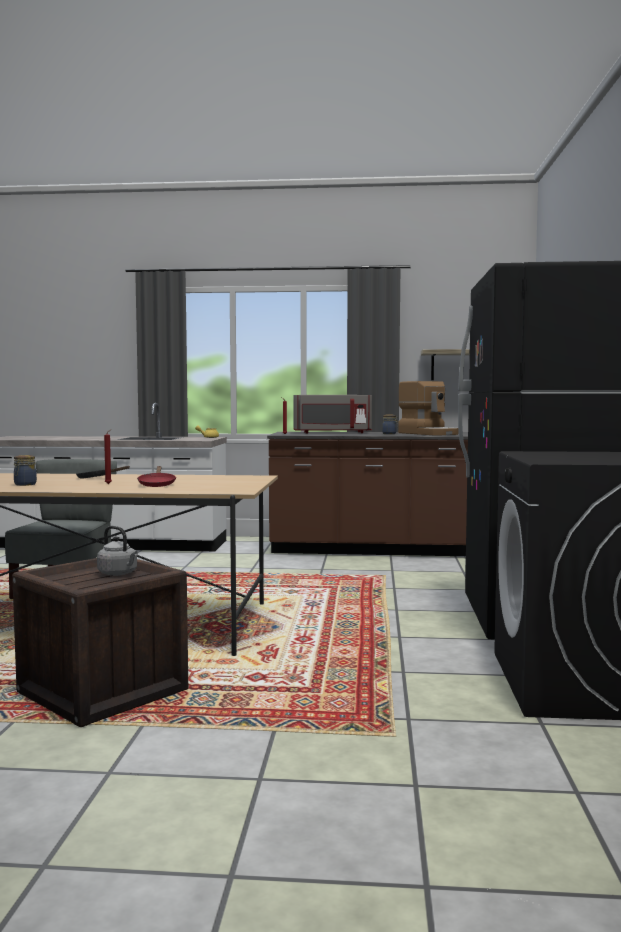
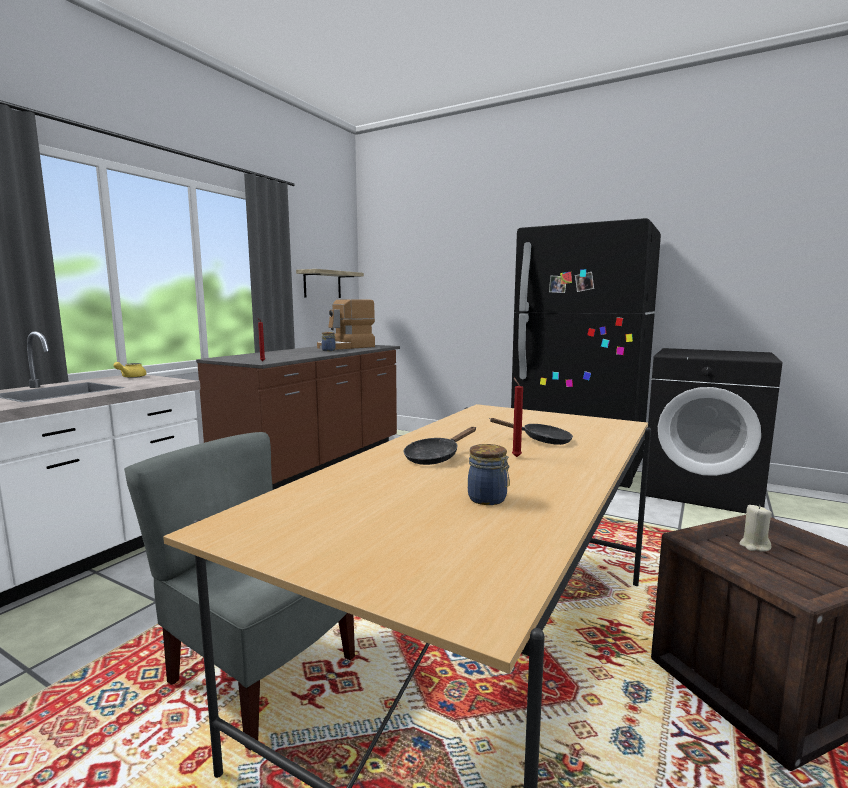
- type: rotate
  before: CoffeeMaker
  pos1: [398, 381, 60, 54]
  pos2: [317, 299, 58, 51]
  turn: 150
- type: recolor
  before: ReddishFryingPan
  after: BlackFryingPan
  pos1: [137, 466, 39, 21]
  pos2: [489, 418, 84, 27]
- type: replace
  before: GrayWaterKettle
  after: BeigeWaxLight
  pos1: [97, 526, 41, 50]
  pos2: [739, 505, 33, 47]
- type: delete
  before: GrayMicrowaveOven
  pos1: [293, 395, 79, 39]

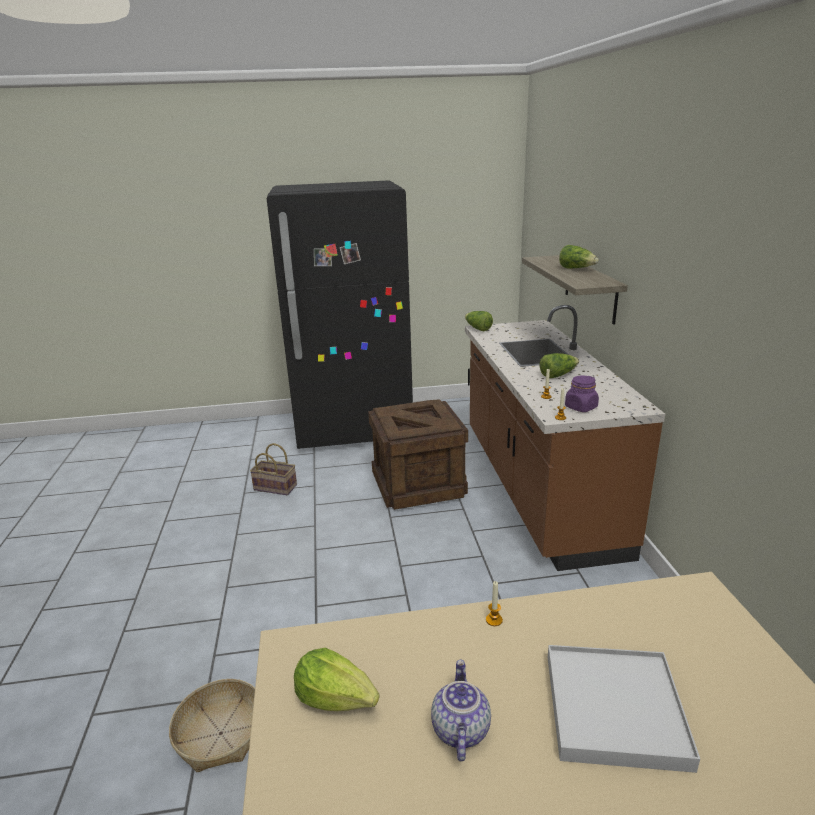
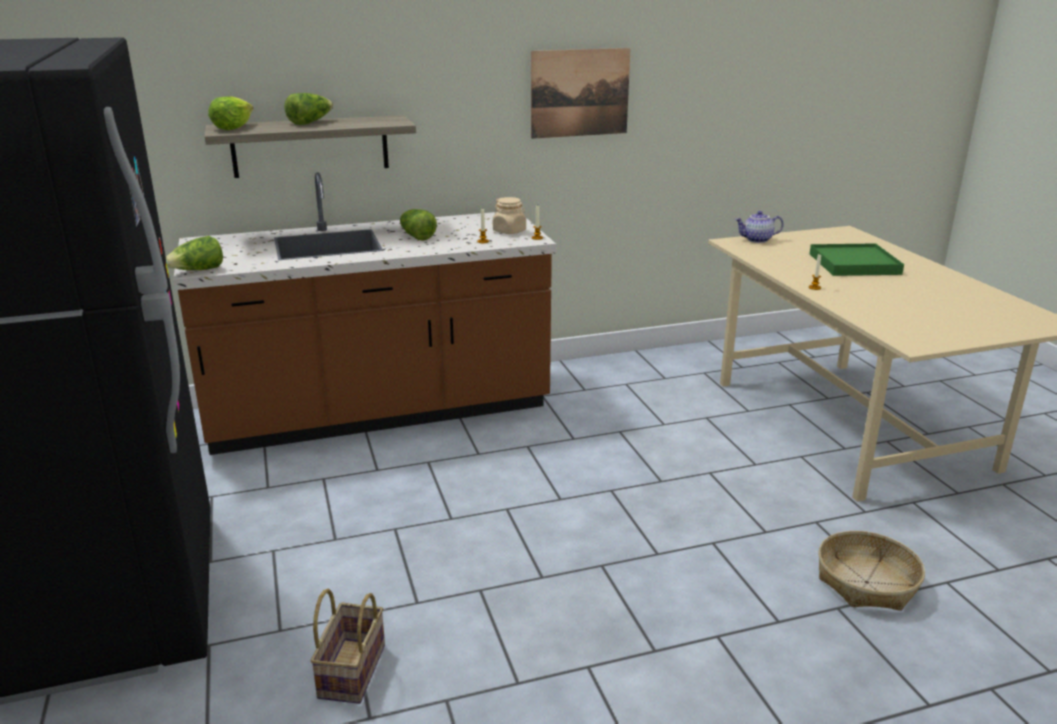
- type: move
  before: LettuceHead
  pos1: [294, 648, 86, 63]
  pos2: [208, 96, 45, 34]
- type: recolor
  before: PurpleStorageJar
  after: BeigeStorageJar
  pos1: [565, 375, 34, 37]
  pos2: [493, 197, 33, 37]
- type: insert
  after: WallPicture
  pos2: [531, 48, 100, 91]
- type: move
  before: TeaPot
  pos1: [431, 660, 60, 101]
  pos2: [735, 211, 49, 32]
- type: recolor
  before: WhiteCarryingTray
  after: GreenishCarryingTray
  pos1: [548, 645, 152, 128]
  pos2: [810, 243, 94, 33]
- type: delete
  before: Crate
  pos1: [368, 399, 100, 111]

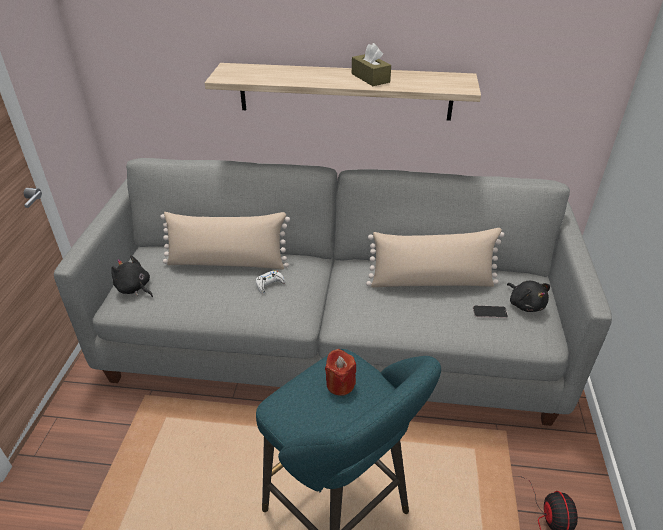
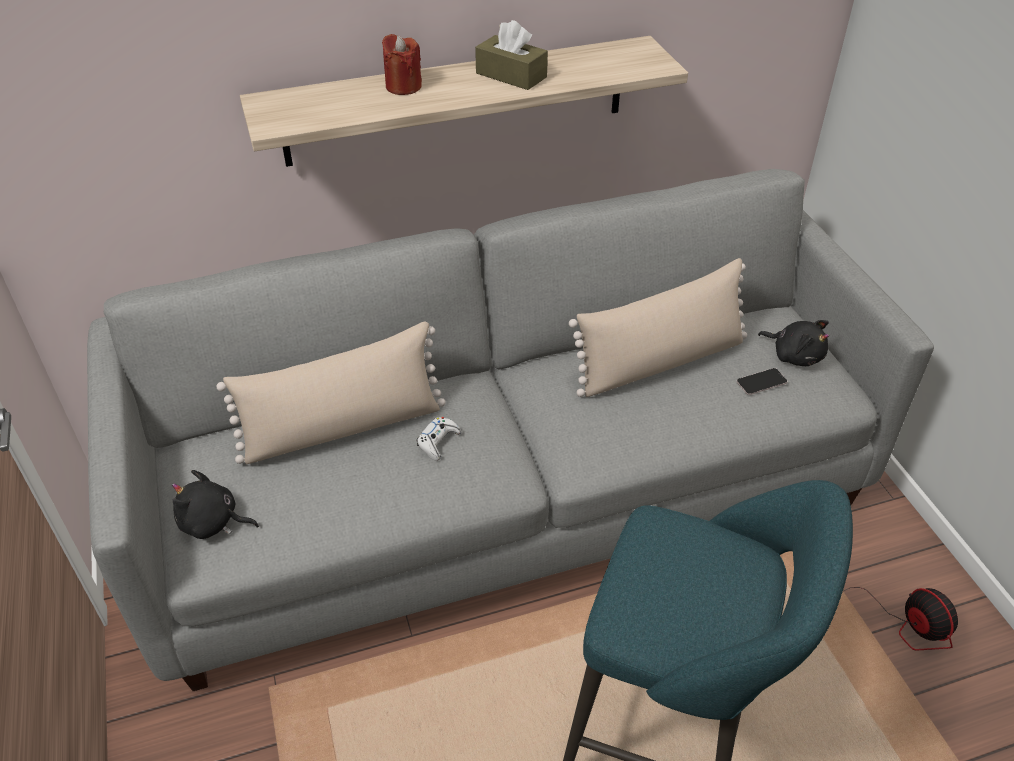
- type: move
  before: ReddishWaxLight
  pos1: [325, 349, 31, 47]
  pos2: [382, 34, 40, 61]

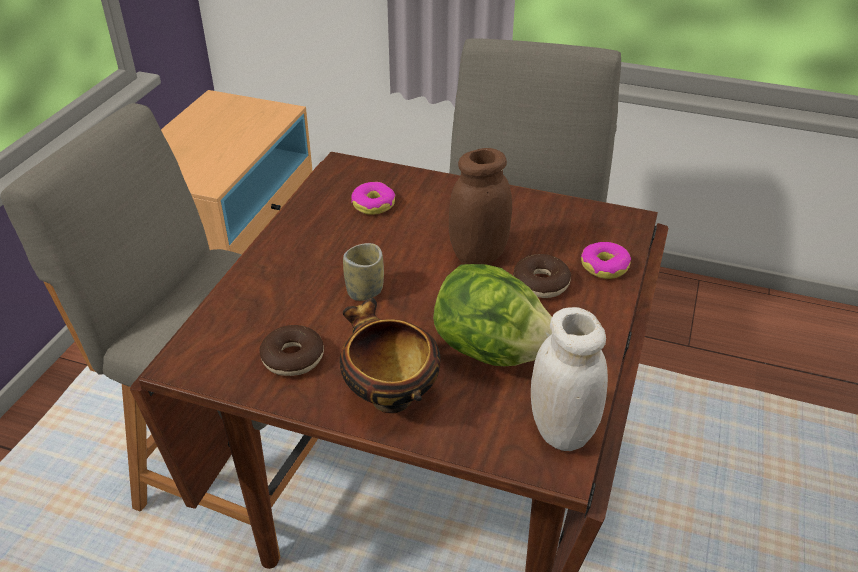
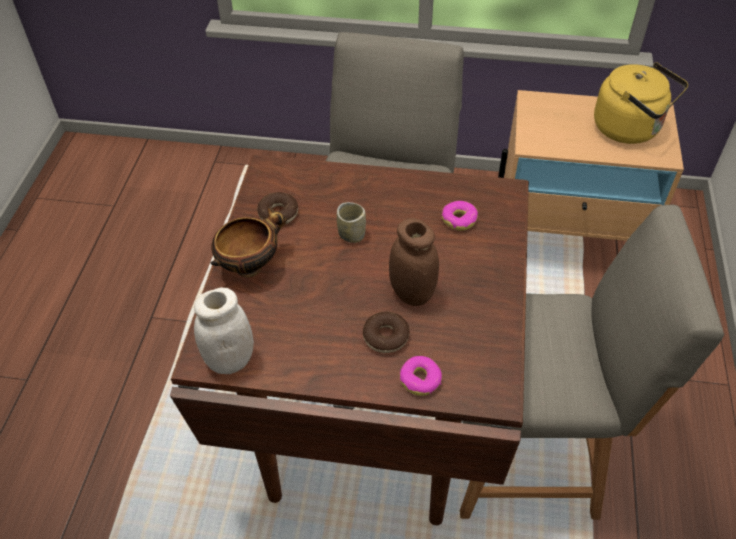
- type: insert
  after: YellowColouredWaterKettle
  pos2: [594, 62, 94, 82]
- type: delete
  before: LettuceHead
  pos1: [433, 264, 119, 102]

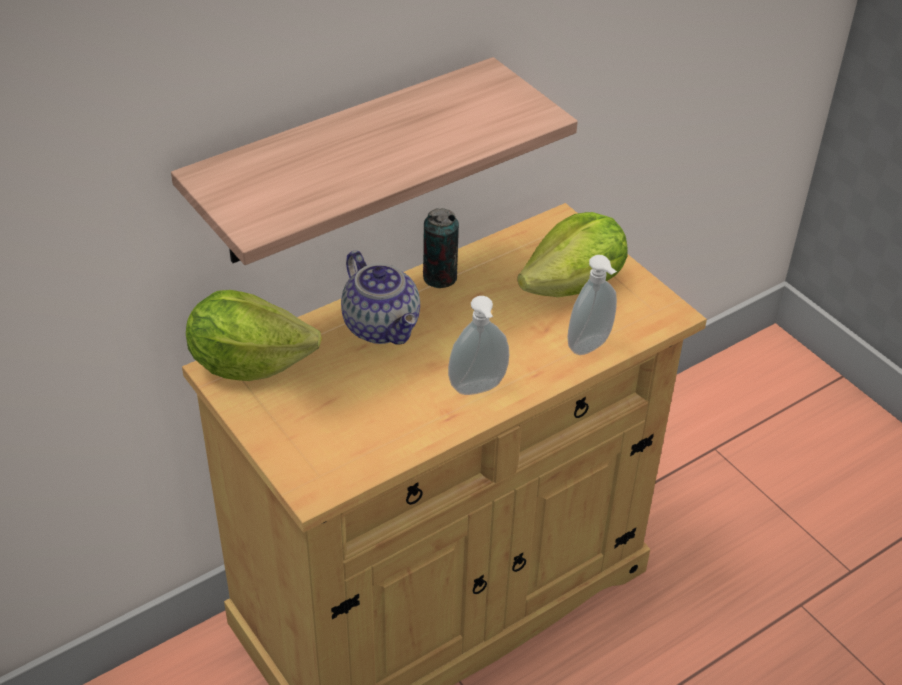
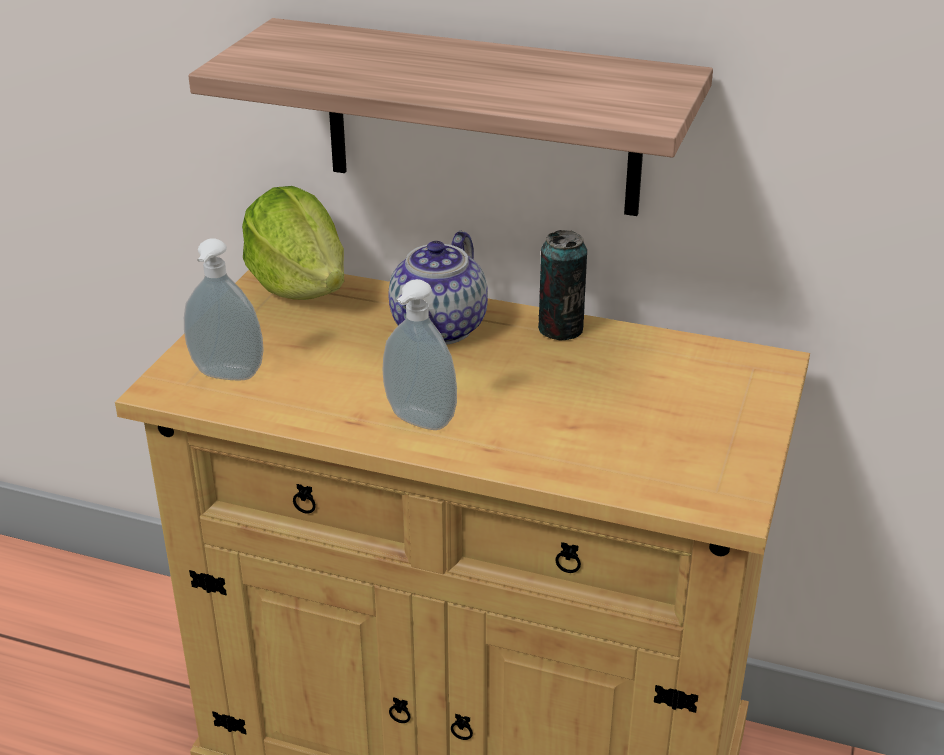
- type: move
  before: SoapDispenser
  pos1: [567, 255, 50, 100]
  pos2: [184, 238, 80, 142]
- type: delete
  before: LettuceHead
  pos1: [517, 212, 110, 85]

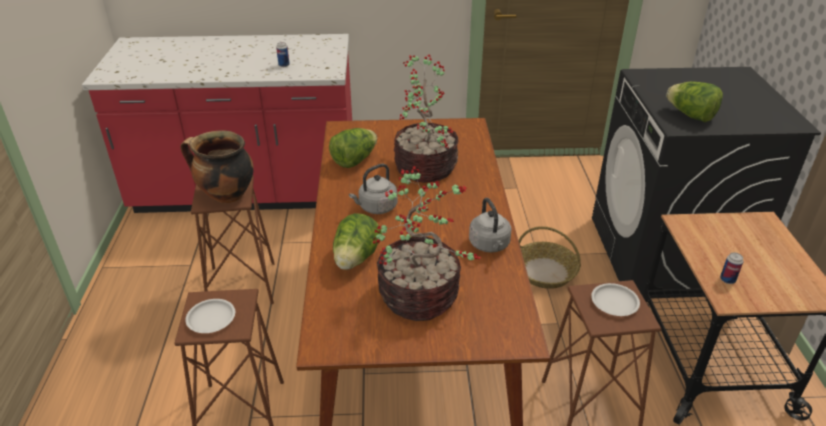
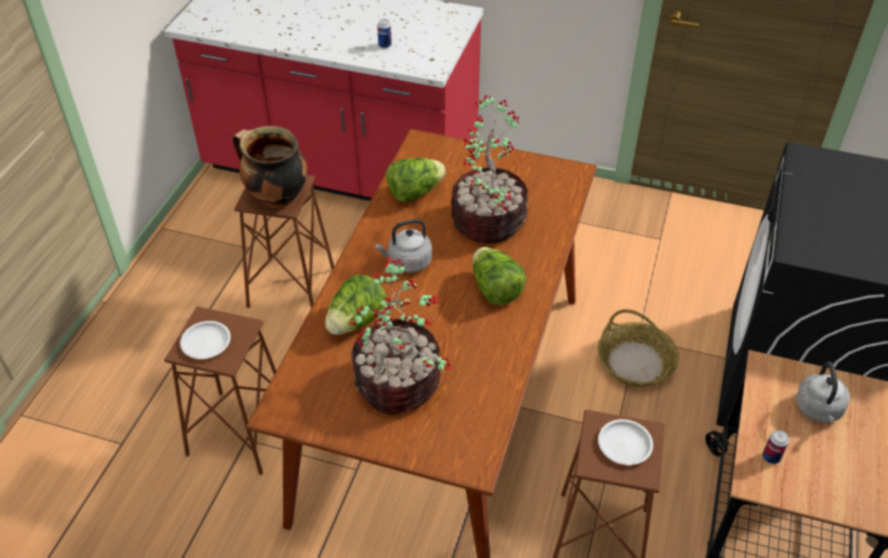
- type: move
  before: LettuceHead
  pos1: [666, 82, 57, 40]
  pos2: [472, 247, 54, 58]
- type: move
  before: GrayWaterKettle
  pos1: [469, 198, 43, 55]
  pos2: [796, 361, 54, 62]

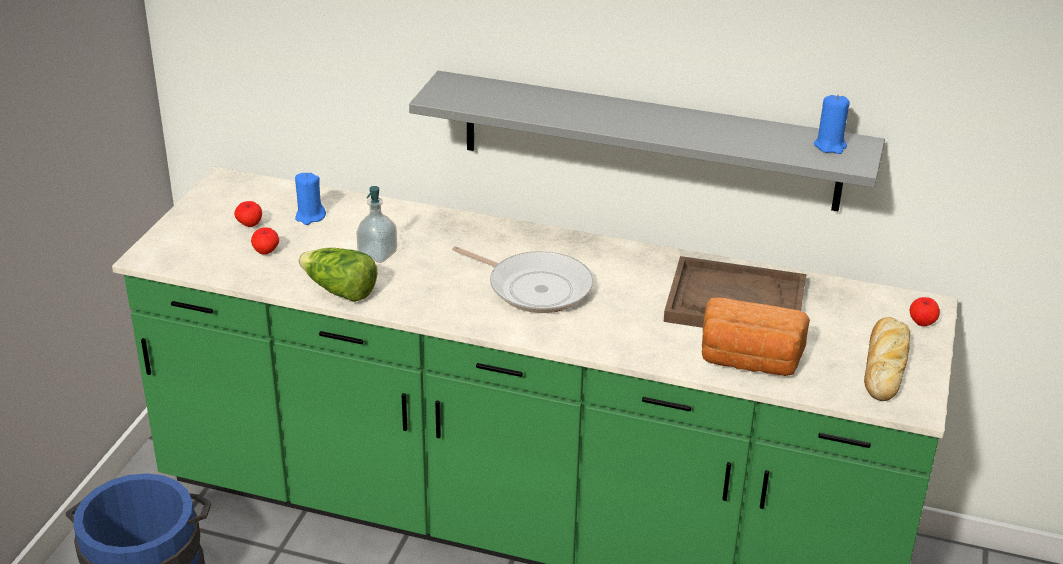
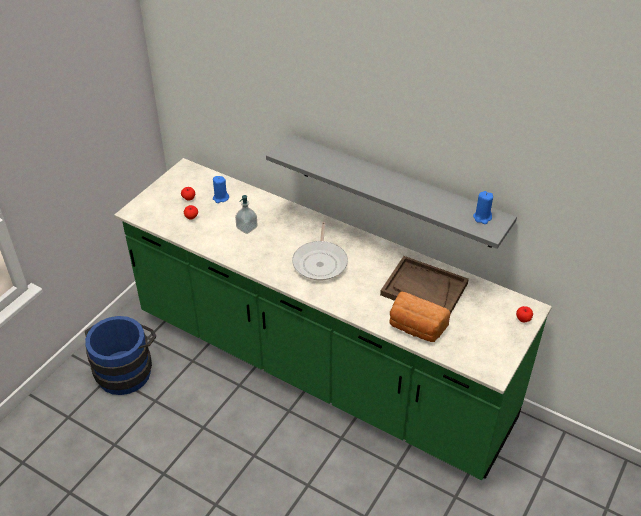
- type: rotate
  before: FryingPan
  pos1: [452, 246, 141, 67]
  pos2: [292, 222, 56, 59]
  turn: 45
- type: delete
  before: LettuceHead
  pos1: [298, 248, 80, 54]
- type: delete
  before: Bread
  pos1: [864, 317, 46, 84]

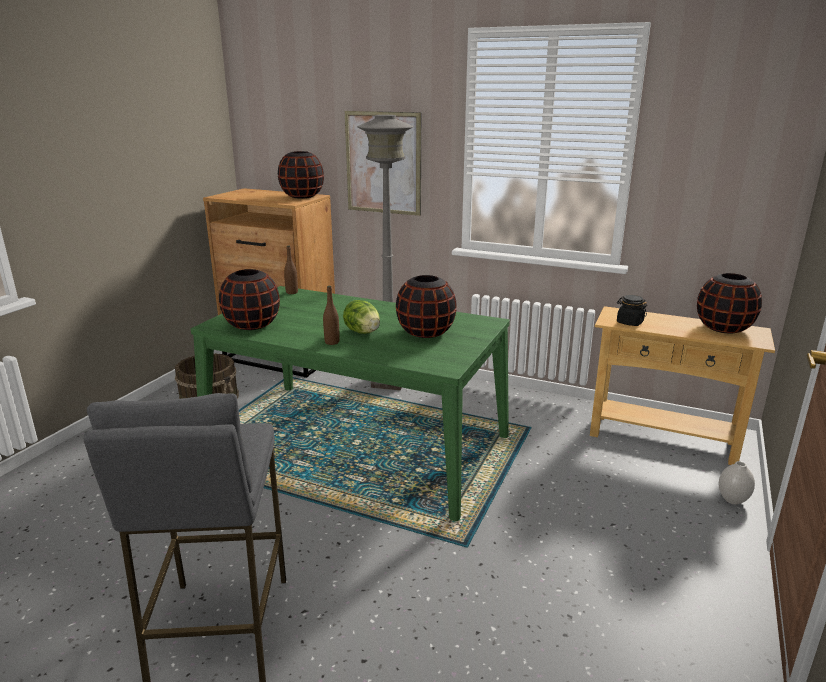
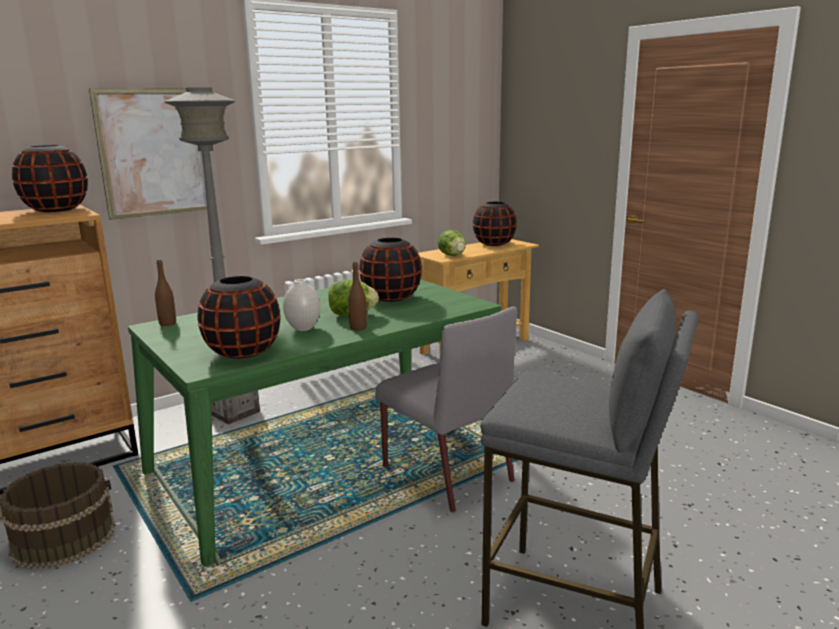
- type: move
  before: WhiteVase
  pos1: [719, 461, 36, 44]
  pos2: [283, 279, 38, 52]
- type: insert
  after: GrayChair
  pos2: [375, 307, 142, 206]
- type: replace
  before: BlackStorageJar
  after: LettuceHead
  pos1: [617, 295, 30, 31]
  pos2: [438, 230, 28, 26]

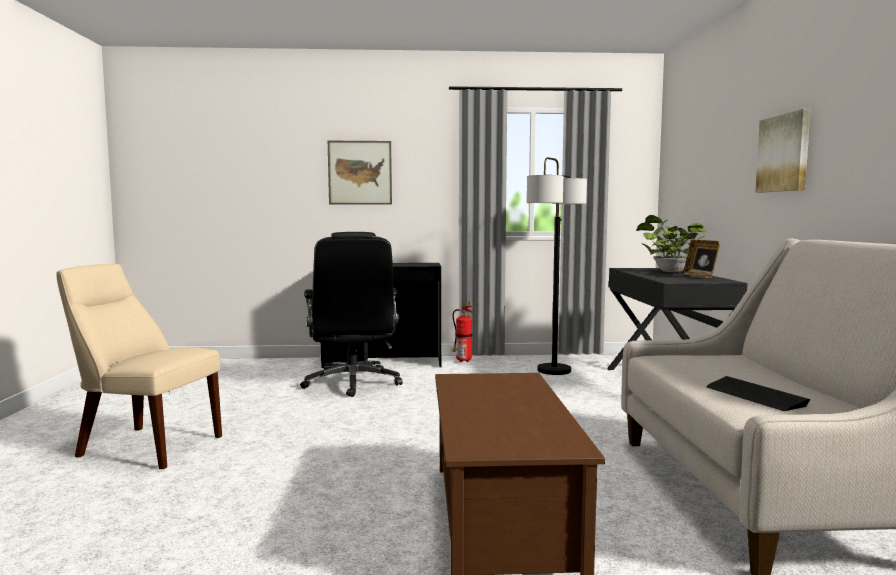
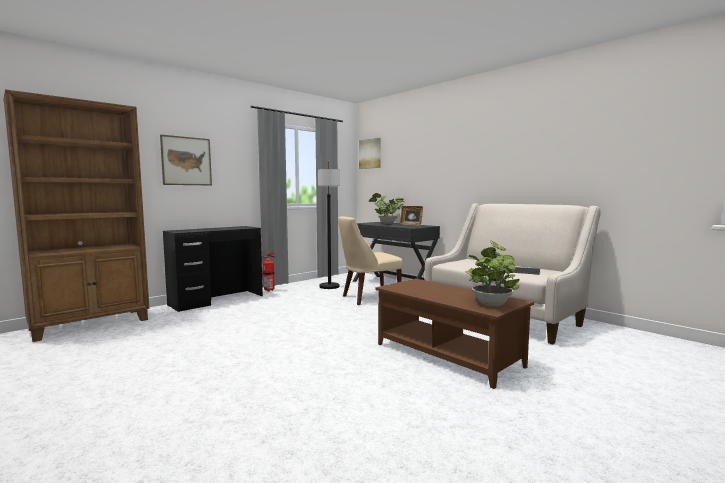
- type: insert
  after: BrownBookcase
  pos2: [3, 89, 146, 253]
- type: move
  before: BeigeChair
  pos1: [56, 264, 166, 205]
  pos2: [338, 216, 65, 89]
- type: move
  before: WallPicture
  pos1: [755, 109, 56, 84]
  pos2: [359, 138, 22, 31]
- type: insert
  after: Houseplant
  pos2: [465, 240, 55, 66]
- type: delete
  before: BlackDeskChair
  pos1: [300, 232, 103, 165]

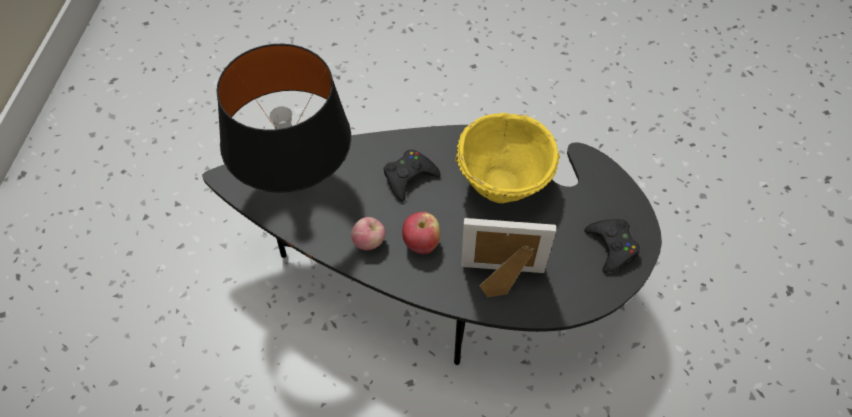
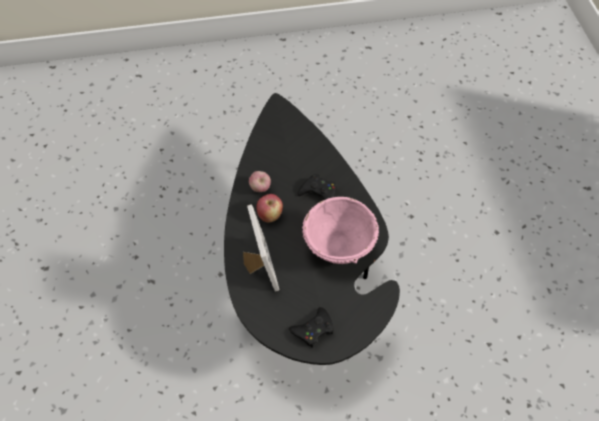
- type: recolor
  before: YellowColouredServingBowl
  after: PinkServingBowl
  pos1: [455, 113, 106, 90]
  pos2: [302, 197, 77, 67]
- type: delete
  before: BlackTabletopLamp
  pos1: [216, 44, 135, 149]

